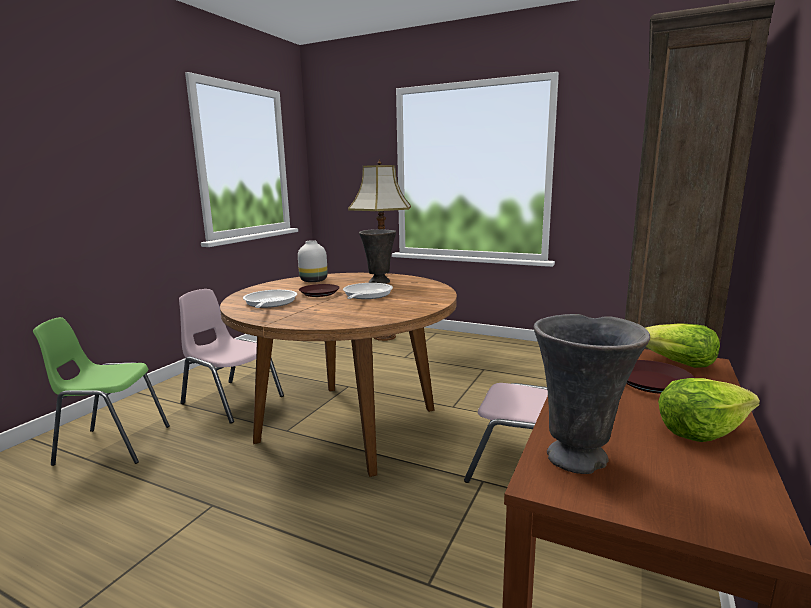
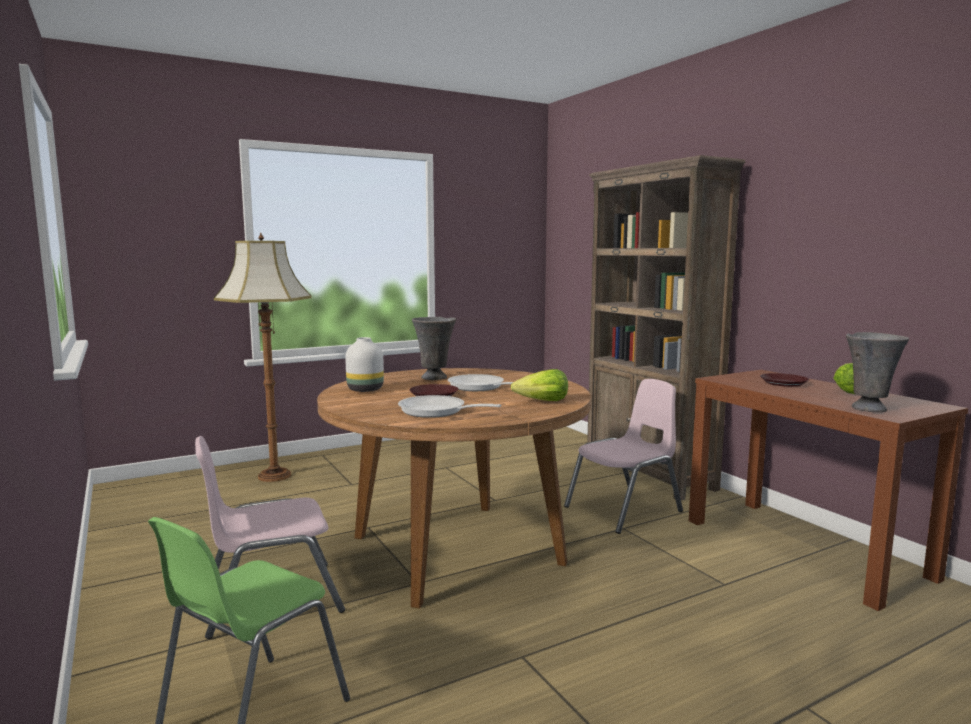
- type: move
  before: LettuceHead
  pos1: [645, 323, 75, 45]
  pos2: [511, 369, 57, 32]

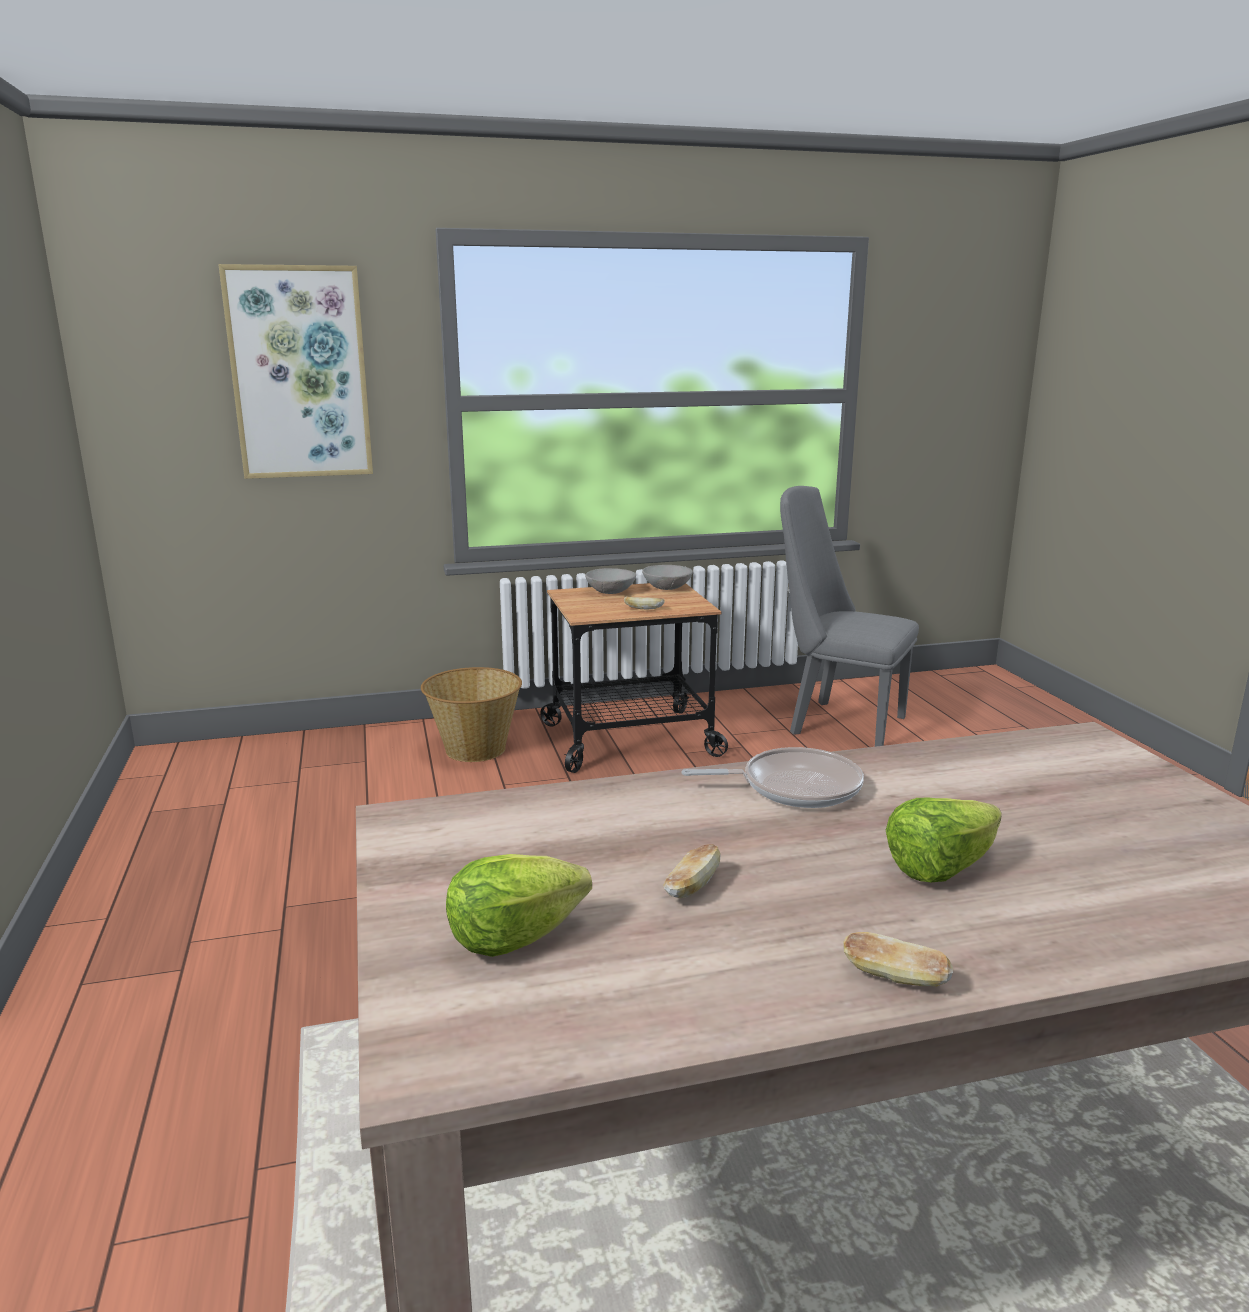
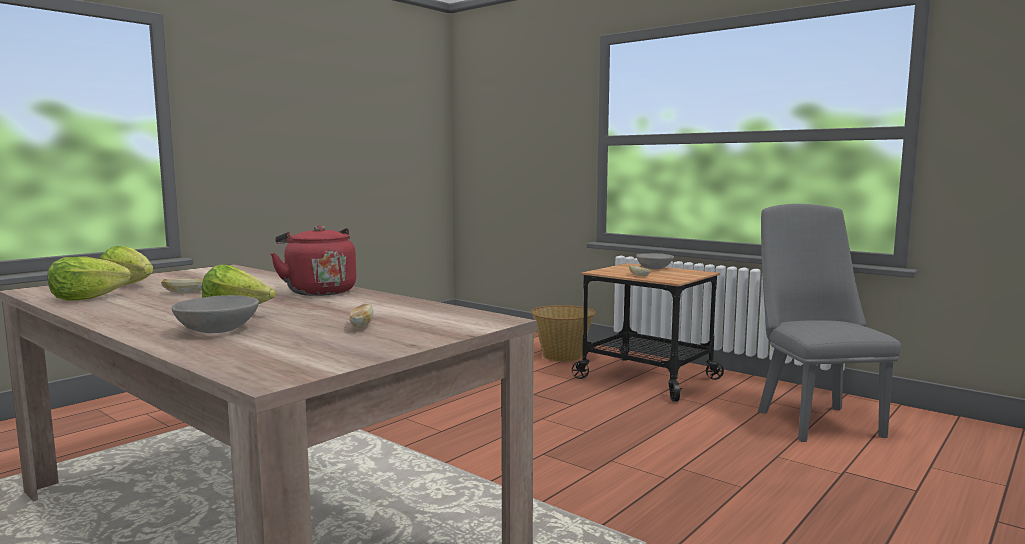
- type: insert
  after: LettuceHead
  pos2: [47, 257, 84, 44]
- type: move
  before: GrayServingBowl
  pos1: [642, 565, 51, 25]
  pos2: [172, 295, 87, 38]
- type: replace
  before: FryingPan
  after: ReddishWaterKettle
  pos1: [681, 747, 183, 61]
  pos2: [270, 225, 86, 71]
- type: move
  before: Bread
  pos1: [843, 932, 110, 55]
  pos2: [349, 304, 24, 24]
- type: delete
  before: WallPicture
  pos1: [218, 264, 155, 215]

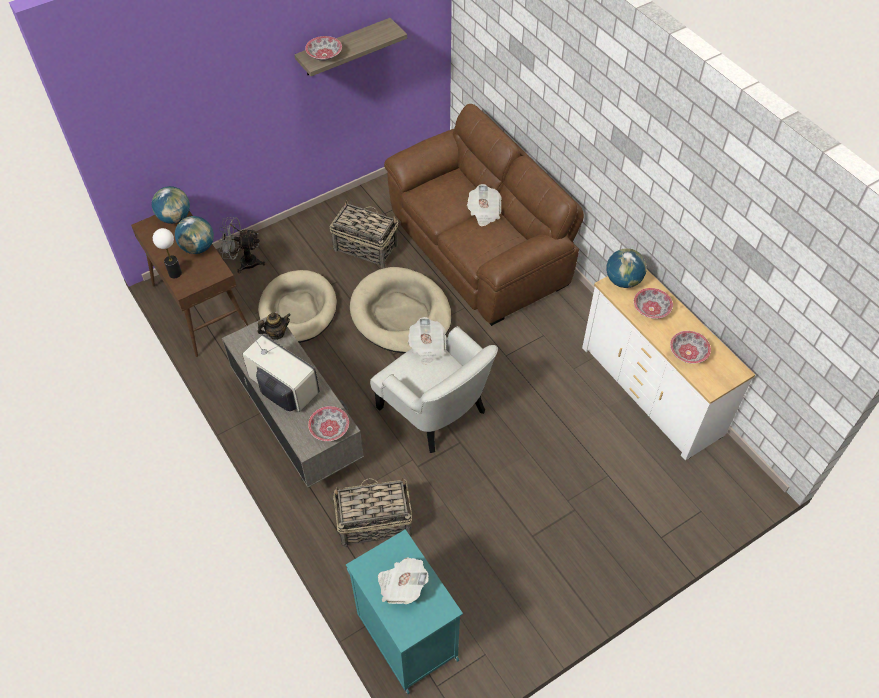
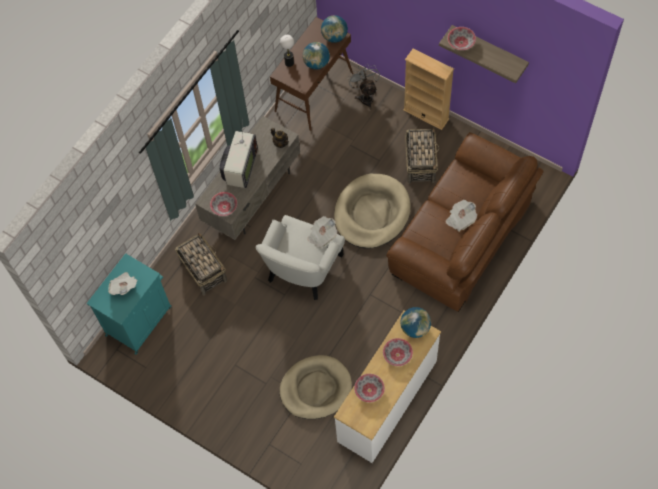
- type: move
  before: BeigeDogCushion
  pos1: [258, 270, 79, 73]
  pos2: [280, 355, 72, 64]
- type: insert
  after: BeigeBookcase
  pos2: [403, 48, 51, 82]

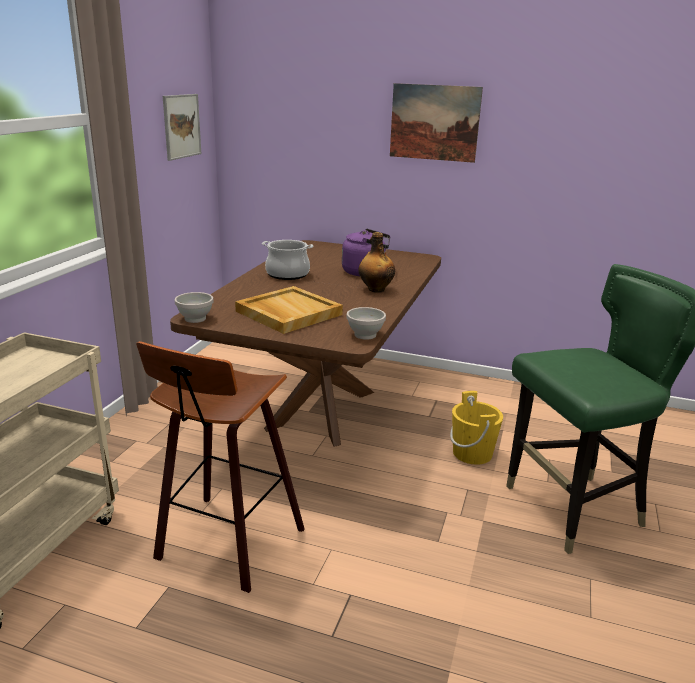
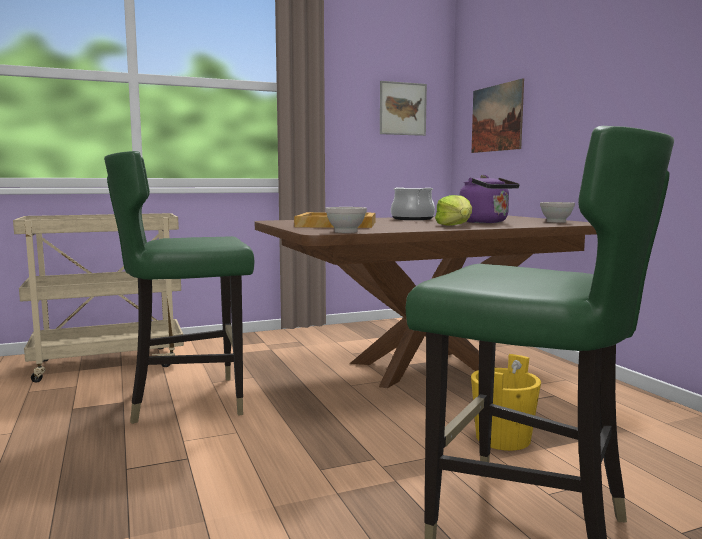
- type: replace
  before: SittingStool
  after: GreenishChair
  pos1: [136, 341, 169, 252]
  pos2: [104, 151, 150, 273]
- type: replace
  before: Bottle
  after: LettuceHead
  pos1: [358, 232, 37, 61]
  pos2: [435, 195, 37, 31]
- type: move
  before: WallPicture
  pos1: [390, 83, 93, 80]
  pos2: [471, 78, 53, 75]
- type: move
  before: WhiteServingBowl
  pos1: [175, 292, 39, 31]
  pos2: [540, 202, 35, 21]

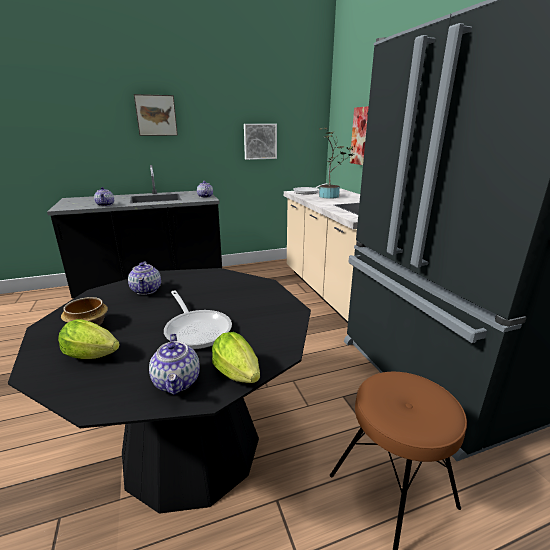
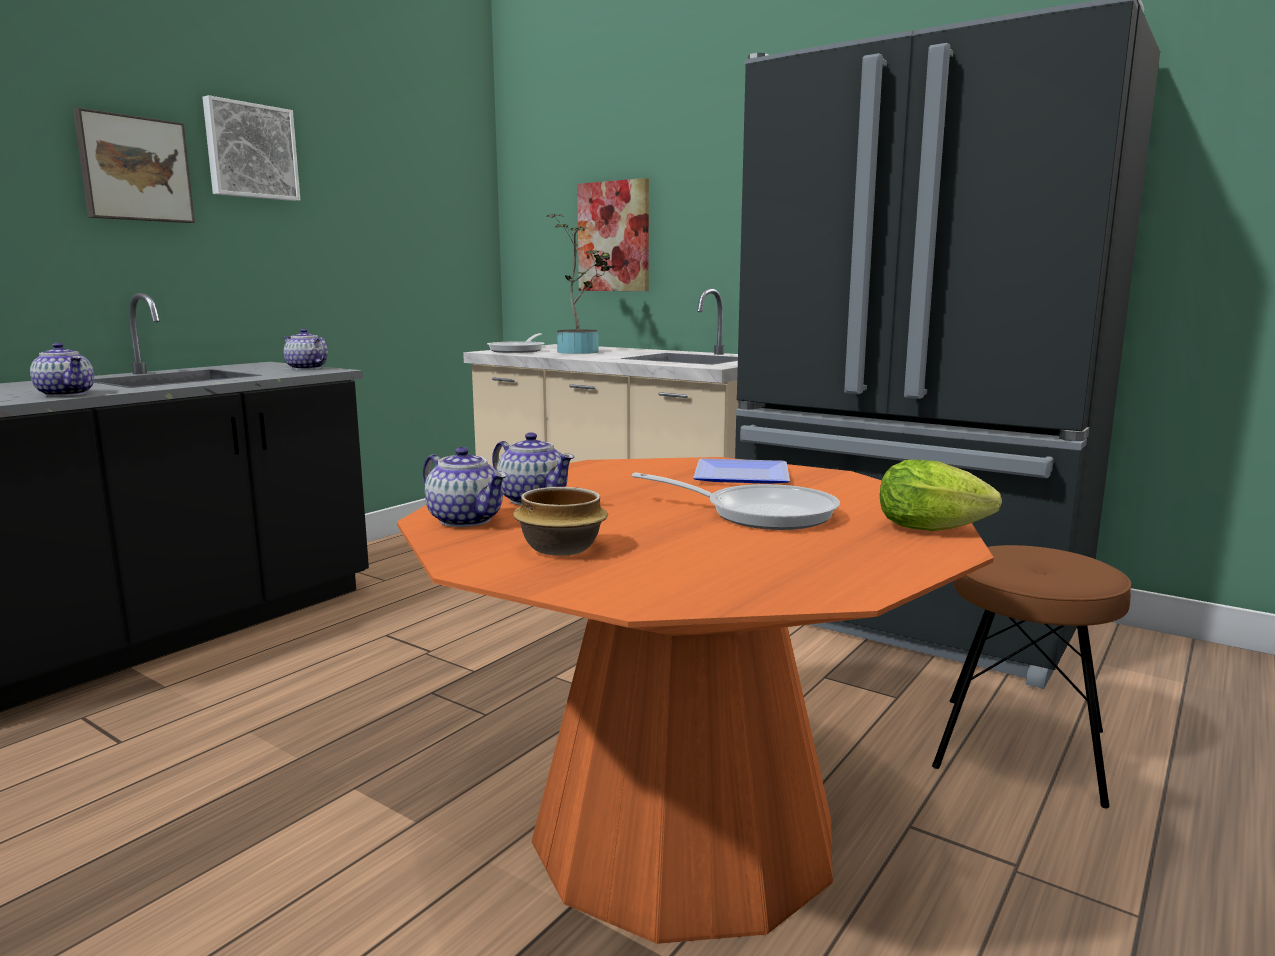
- type: move
  before: WallPicture
  pos1: [244, 124, 33, 36]
  pos2: [202, 95, 98, 106]
- type: recolor
  before: BlackKitchenTable
  after: OrangeKitchenTable
  pos1: [8, 268, 303, 246]
  pos2: [397, 457, 597, 487]
- type: move
  before: TeaPot
  pos1: [149, 333, 51, 62]
  pos2: [423, 447, 84, 80]
- type: insert
  after: FlatDish
  pos2: [693, 459, 97, 25]
- type: delete
  before: LettuceHead
  pos1: [58, 319, 62, 40]

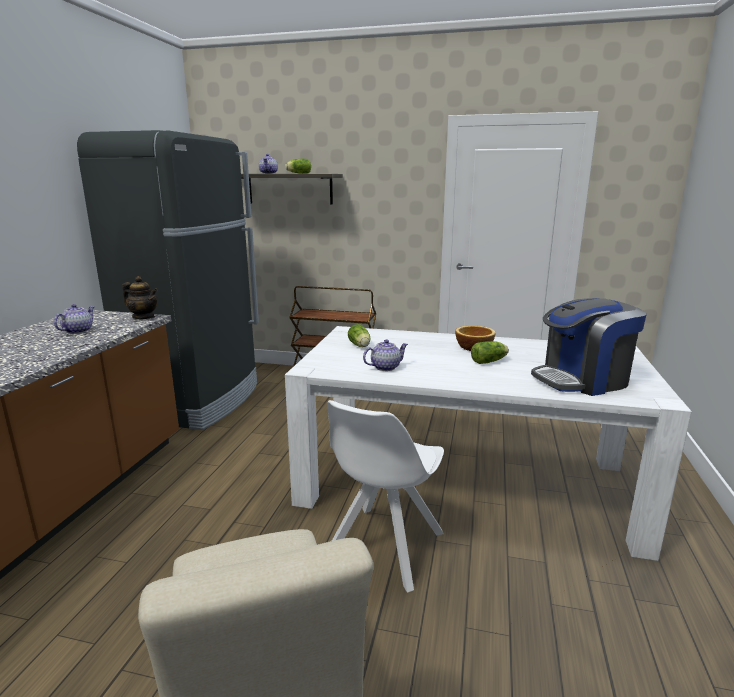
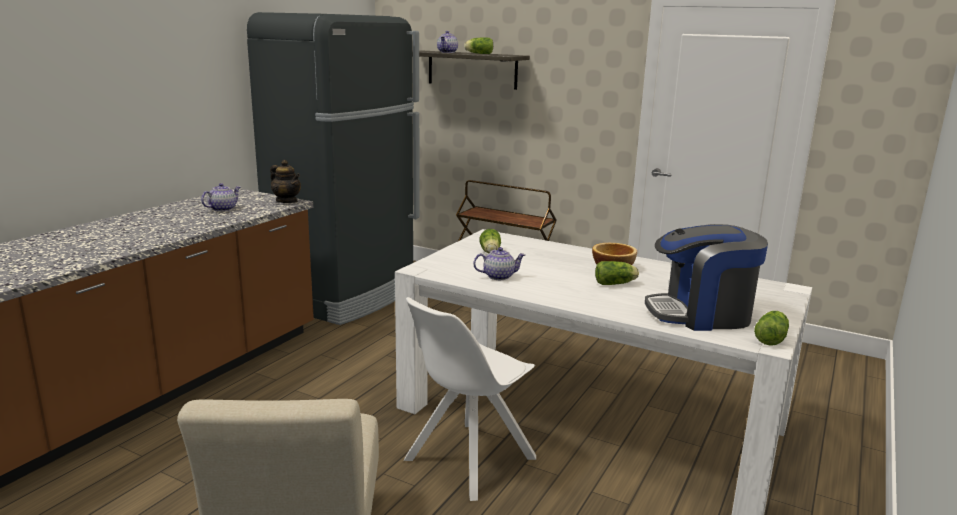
- type: insert
  after: LettuceHead
  pos2: [754, 311, 35, 35]

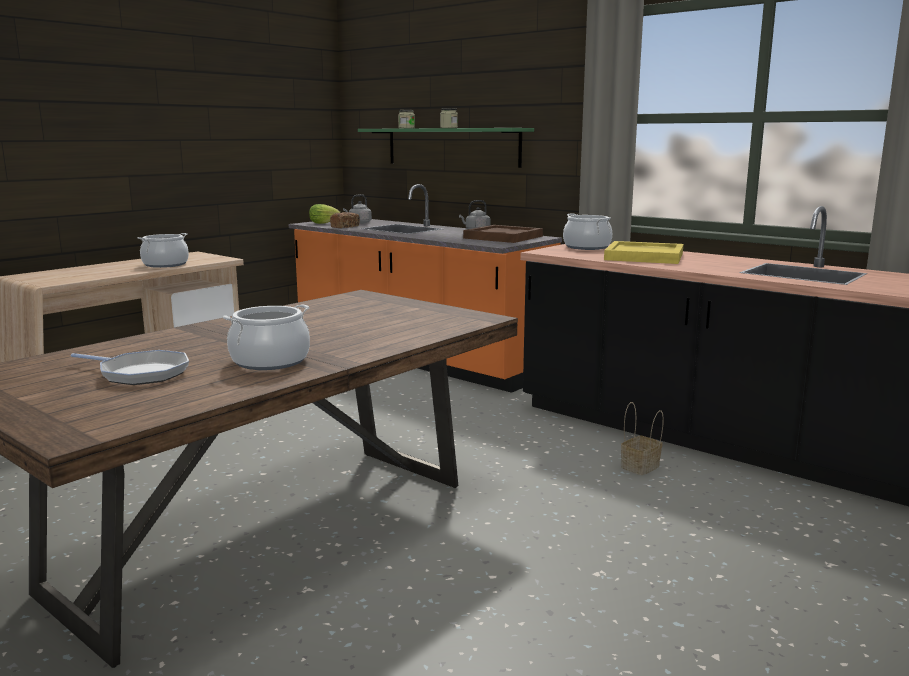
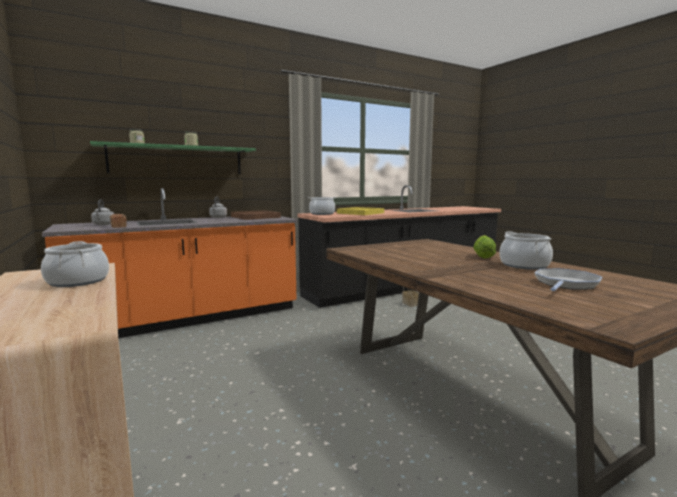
- type: move
  before: LettuceHead
  pos1: [309, 204, 31, 20]
  pos2: [473, 235, 23, 24]

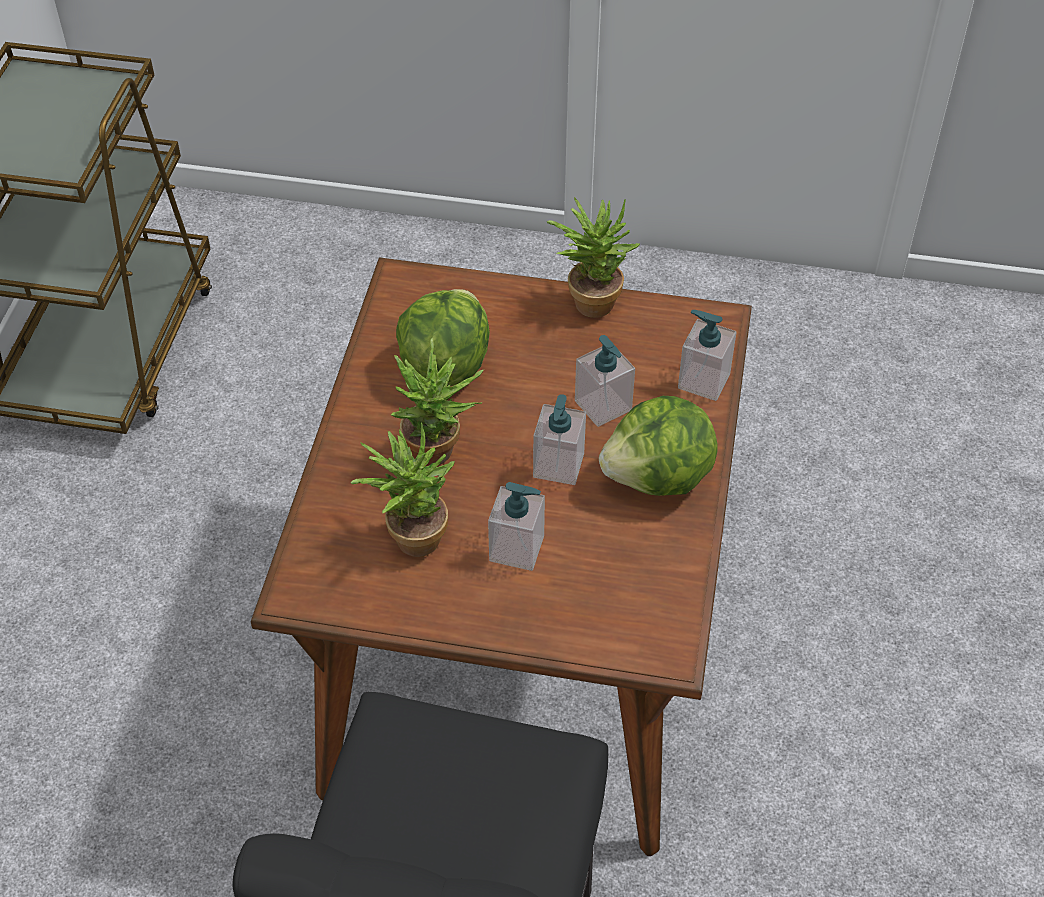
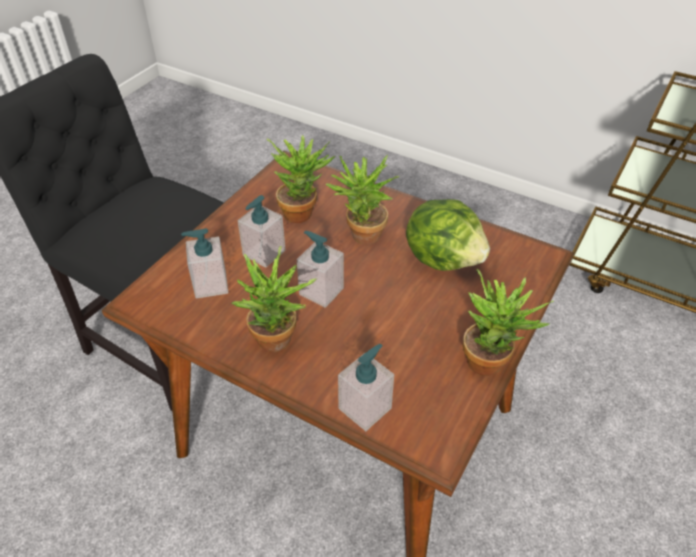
- type: move
  before: SoapDispenser
  pos1: [575, 335, 60, 92]
  pos2: [181, 228, 48, 71]
- type: replace
  before: LettuceHead
  after: Houseplant
  pos1: [599, 396, 118, 100]
  pos2: [232, 246, 85, 106]

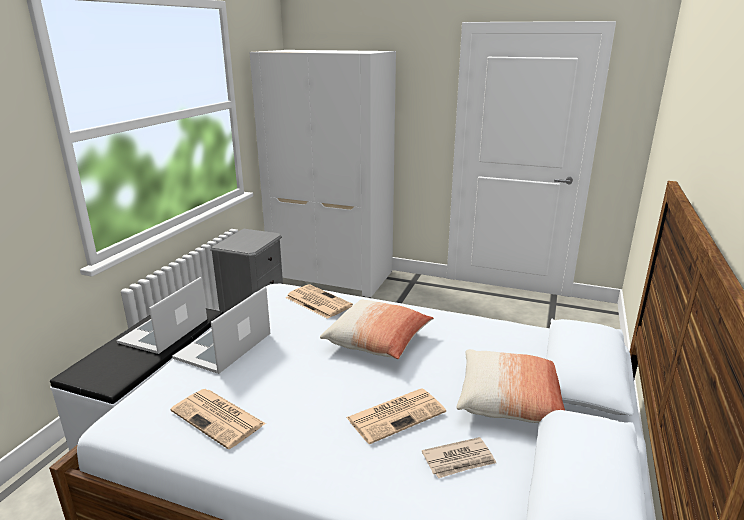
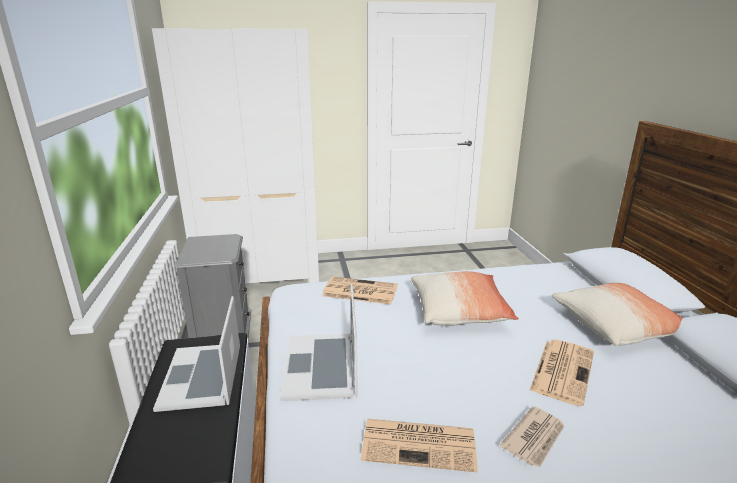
- type: move
  before: Newspaper
  pos1: [422, 437, 74, 41]
  pos2: [500, 406, 65, 62]

